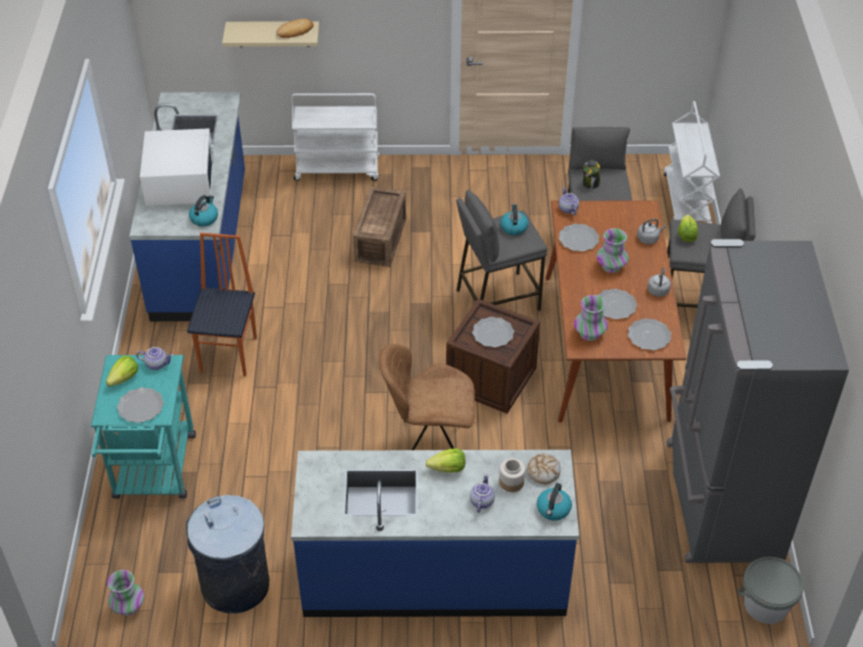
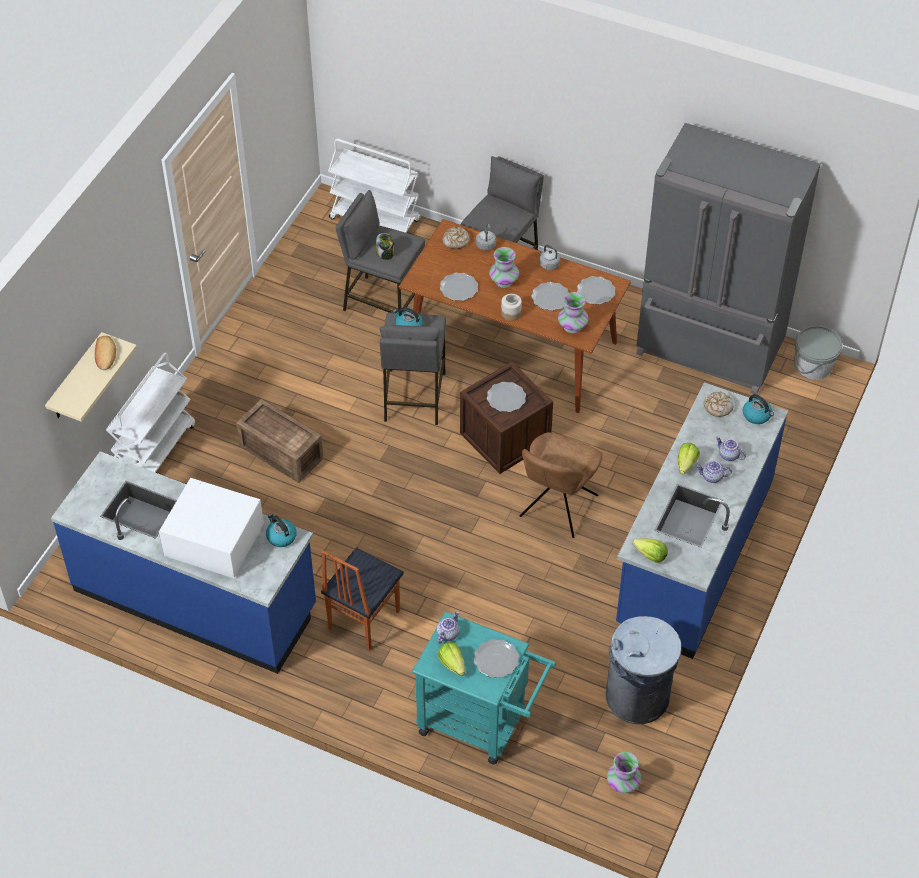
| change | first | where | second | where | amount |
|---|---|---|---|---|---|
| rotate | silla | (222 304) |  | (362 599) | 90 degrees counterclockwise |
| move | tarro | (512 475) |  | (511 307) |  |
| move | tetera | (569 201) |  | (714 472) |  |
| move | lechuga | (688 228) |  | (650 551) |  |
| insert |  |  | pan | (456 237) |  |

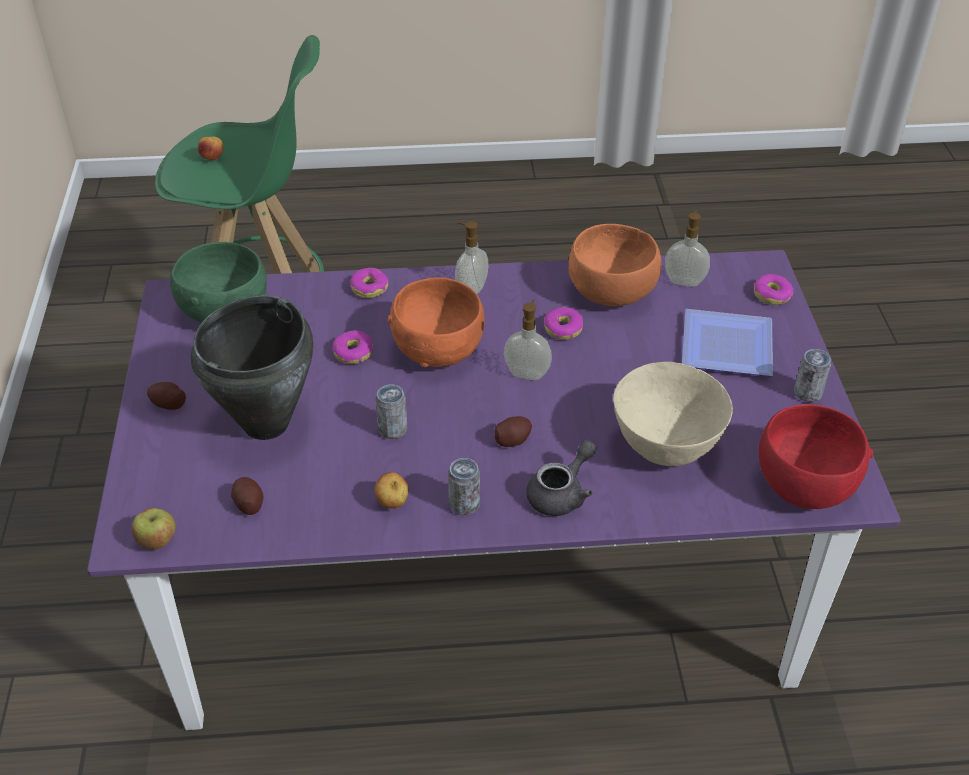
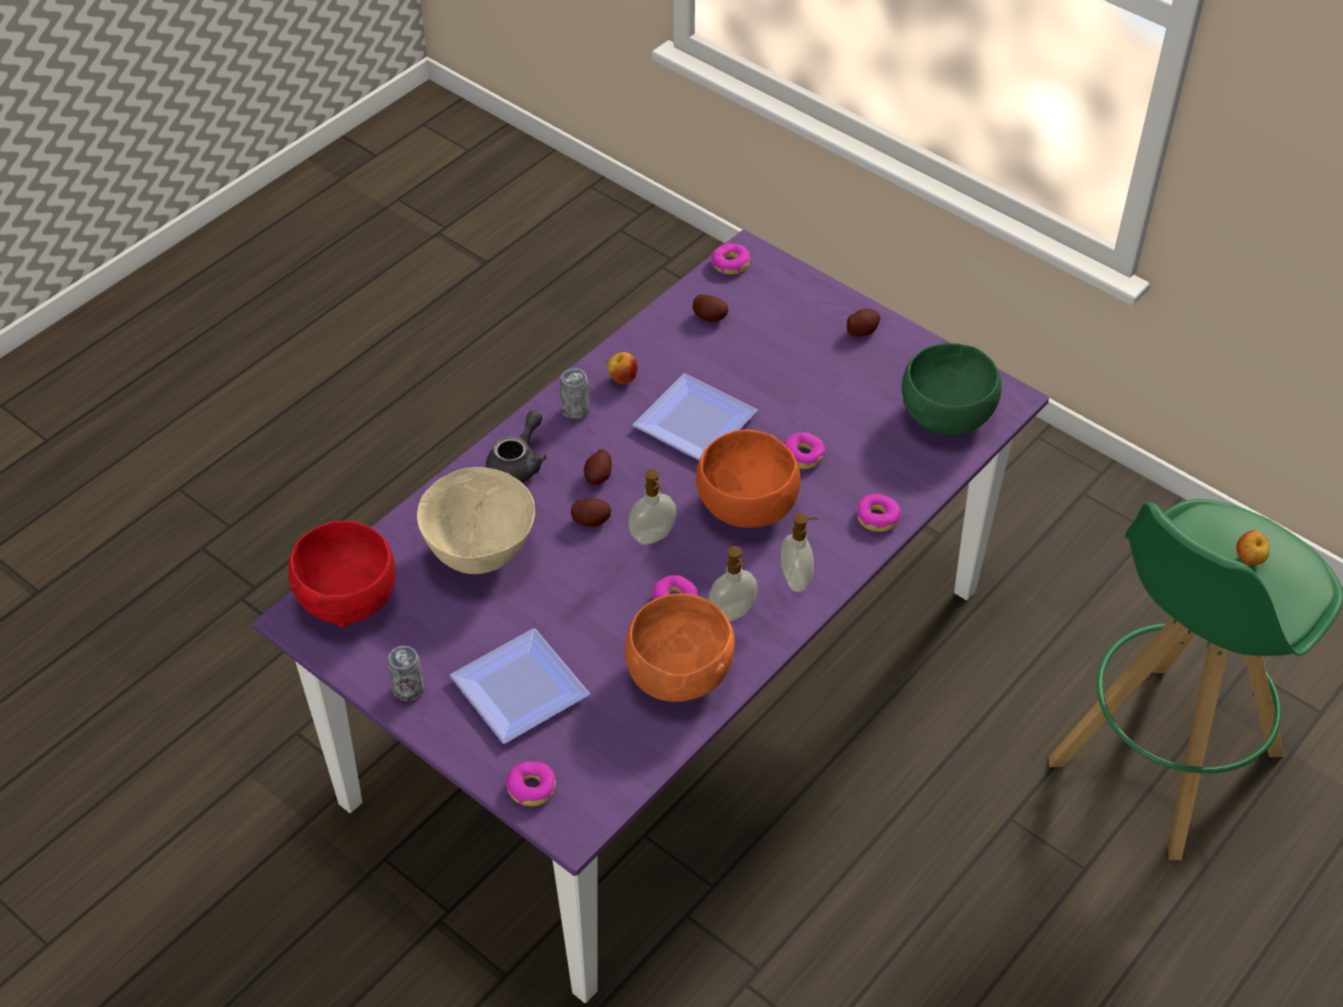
| change | first | where | second | where | amount |
|---|---|---|---|---|---|
| replace | manzana | (154 529) | rosquilla | (730 259) |  |
| delete | olla/negro | (252 367) |  |  |  |
| replace | lata | (392 411) | plato | (695 416) |  |
| rotate | tetera/gris | (561 478) |  | (516 446) | 150 degrees counterclockwise |
| move | dispensador de jabón | (687 248) |  | (733 584) |  |
| insert |  |  | patata | (591 512) |  |

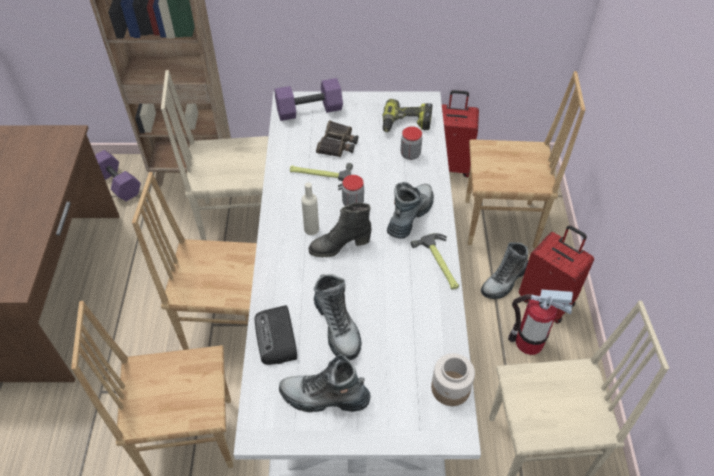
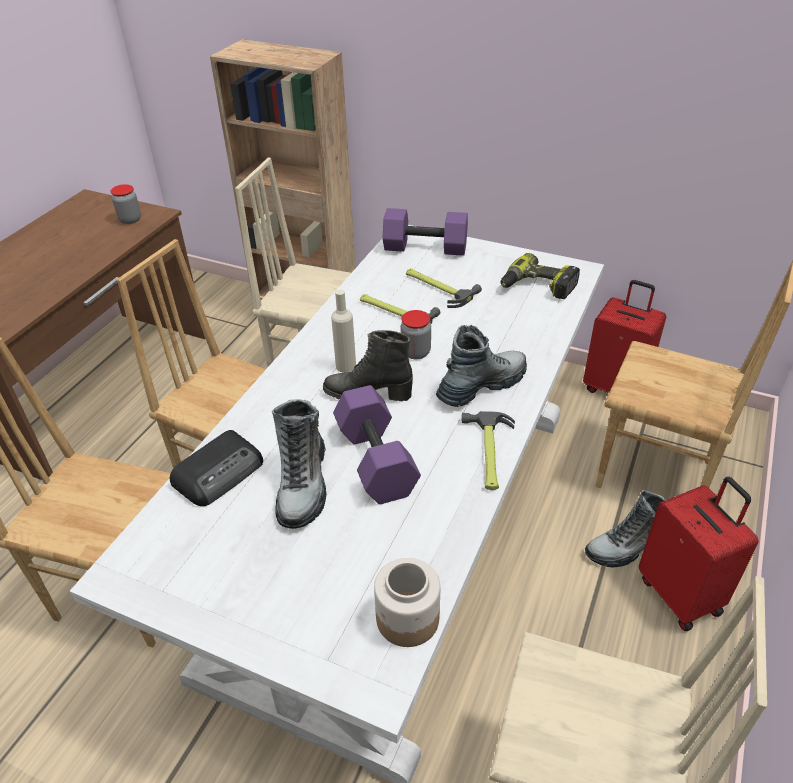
| change | first | where | second | where | amount |
|---|---|---|---|---|---|
| move | mancuerna/morado | (118 175) |  | (377 444) |  |
| rotate | radio | (275 335) |  | (216 468) | 150 degrees counterclockwise |
| delete | bota | (325 383) |  |  |  |
| replace | prismáticos | (337 138) | martillo | (444 288) |  |
| move | tarro | (411 143) |  | (125 204) |  |
| delete | extintor | (540 322) |  |  |  |

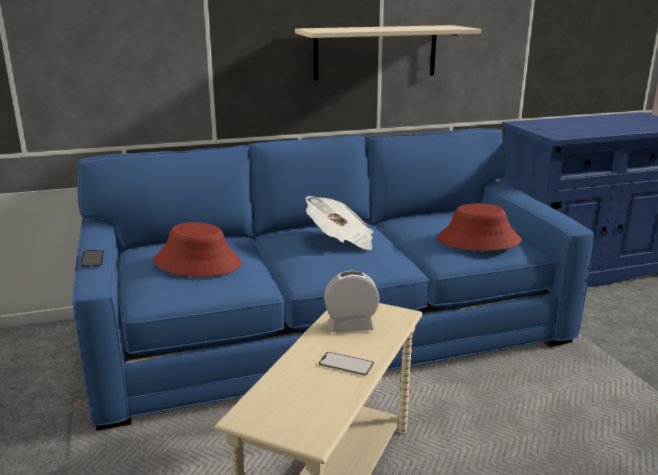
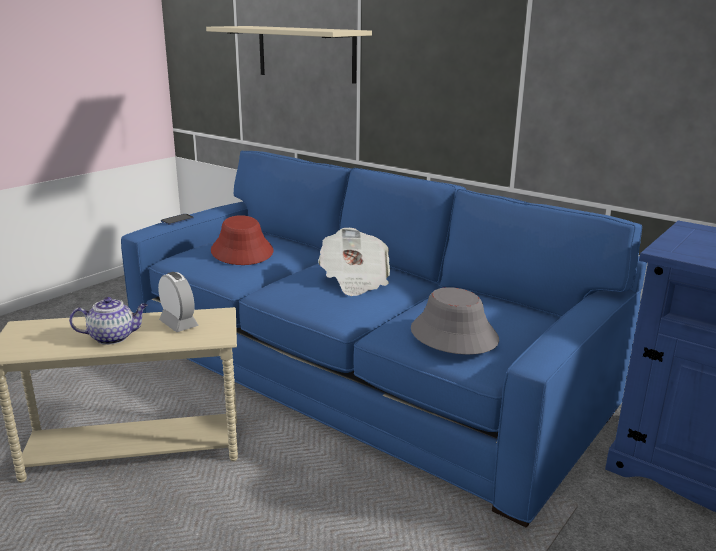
| change | first | where | second | where | amount |
|---|---|---|---|---|---|
| move | estante/beis | (388 53) |  | (289 55) |  |
| replace | móvil | (346 364) | tetera | (108 321) |  |
| recolor | sombrero/rojo | (479 227) | sombrero/gris | (455 321) |  |

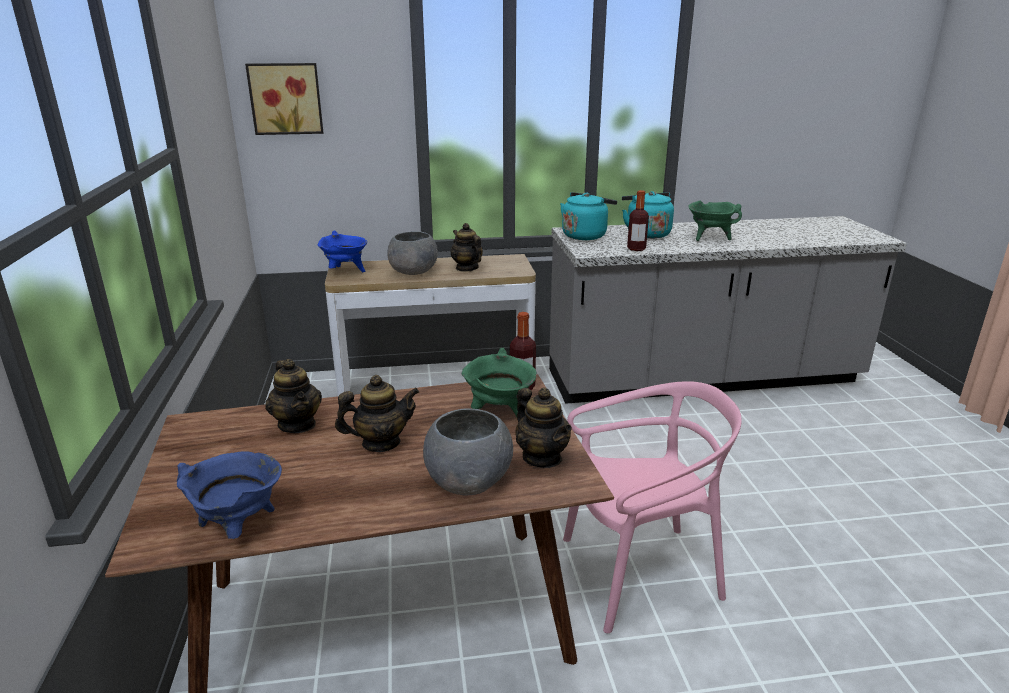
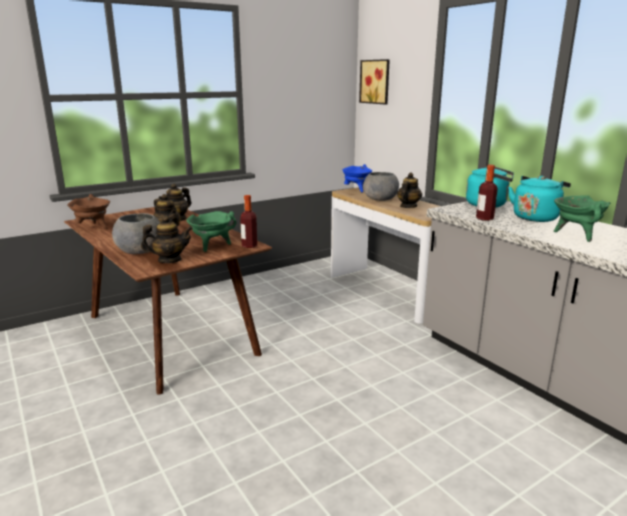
| change | first | where | second | where | amount |
|---|---|---|---|---|---|
| recolor | olla/azul | (229 495) | olla/marrón | (88 211) |  |
| rotate | tetera | (543 428) |  | (167 239) | 135 degrees counterclockwise |
| delete | silla/rosa | (652 507) |  |  |  |

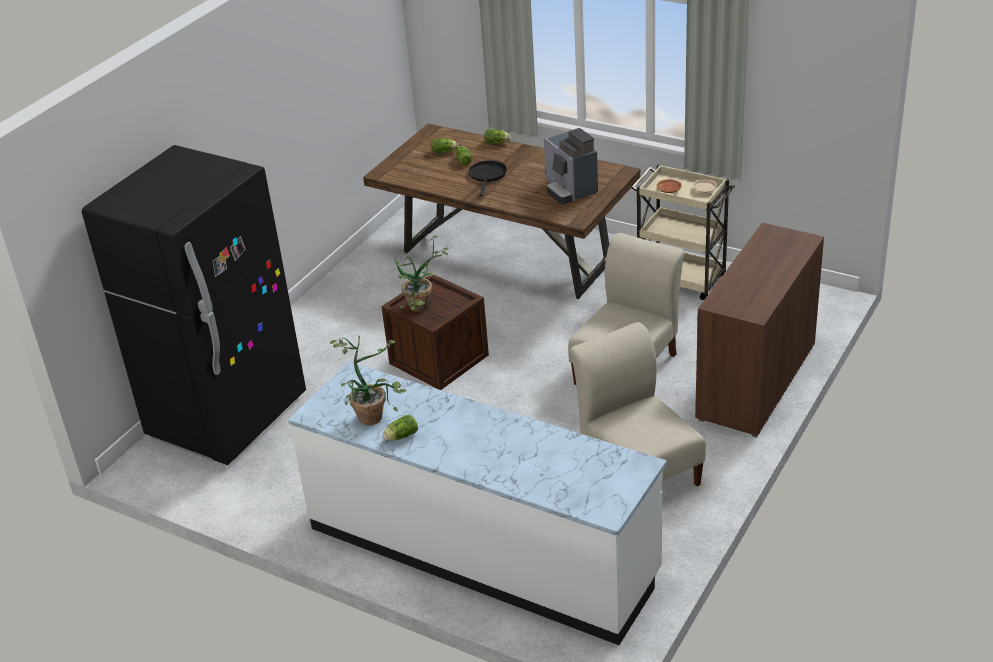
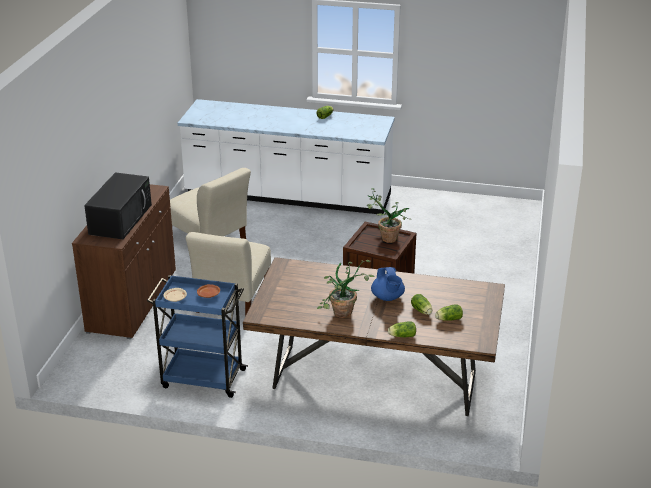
| change | first | where | second | where | amount |
|---|---|---|---|---|---|
| delete | nevera/negro | (194 305) |  |  |  |
| move | planta en maceta | (368 380) |  | (345 289) |  |
| replace | sartén/negro | (487 178) | tetera/azul | (388 284) |  |
| delete | cafetera | (571 166) |  |  |  |
| recolor | carrito/beis | (683 232) | carrito/azul | (197 336) |  |
| insert |  |  | microondas/negro | (118 205) |  |

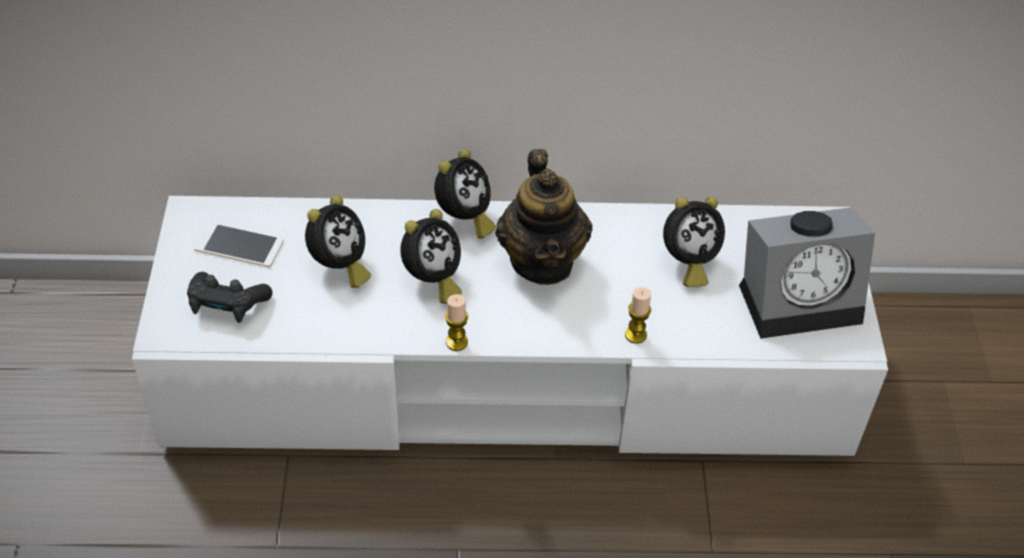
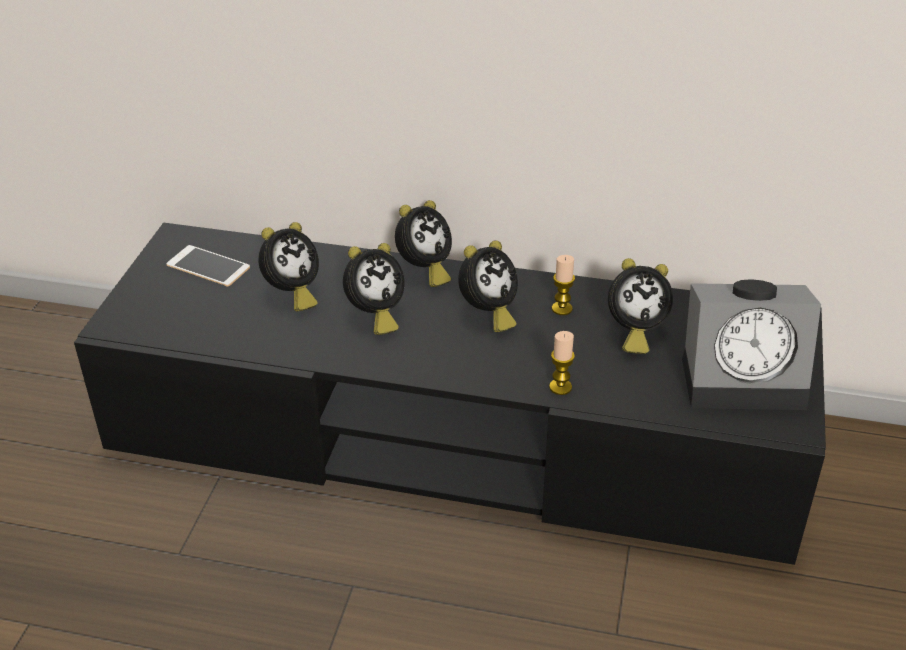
| change | first | where | second | where | amount |
|---|---|---|---|---|---|
| recolor | mueble de televisión/blanco | (510 326) | mueble de televisión/negro | (450 394) |  |
| delete | mando de consola/negro | (229 297) |  |  |  |
| move | vela | (456 322) |  | (563 285) |  |
| replace | tetera | (543 217) | despertador | (488 286) |  |

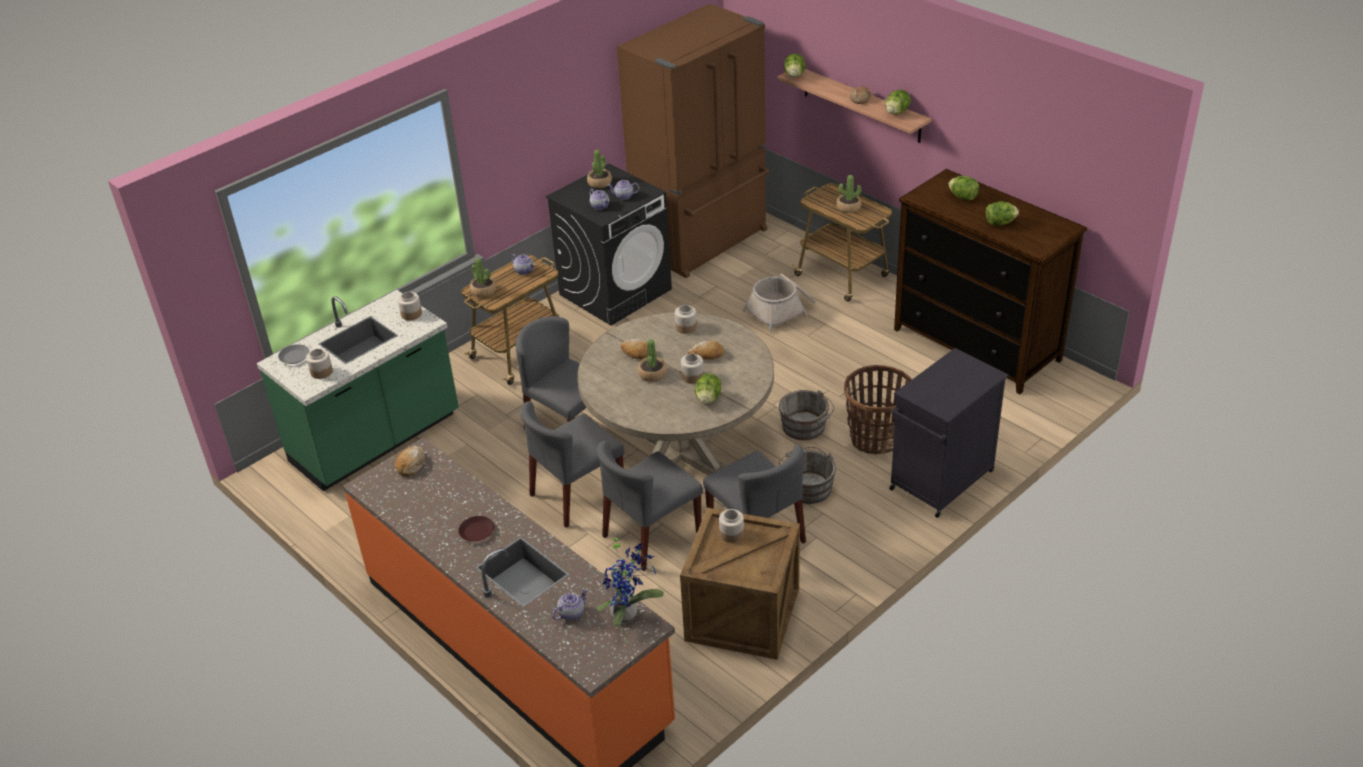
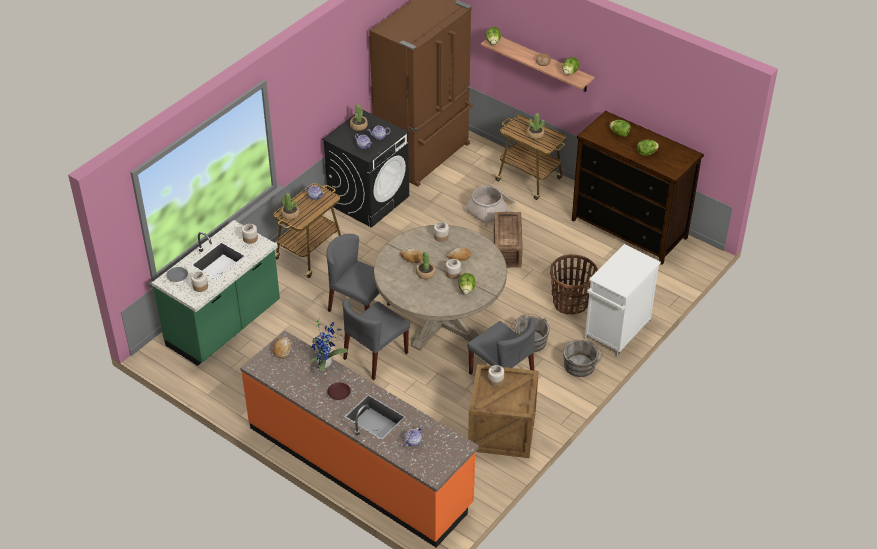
| change | first | where | second | where | amount |
|---|---|---|---|---|---|
| delete | silla/gris | (650 505) |  |  |  |
| move | planta en maceta | (630 580) |  | (328 345) |  |
| move | cubo/gris | (806 415) |  | (583 358) |  |
| recolor | armario/negro | (949 433) | armario/blanco | (622 300) |  |
| insert |  |  | caja de embalaje | (508 240) |  |

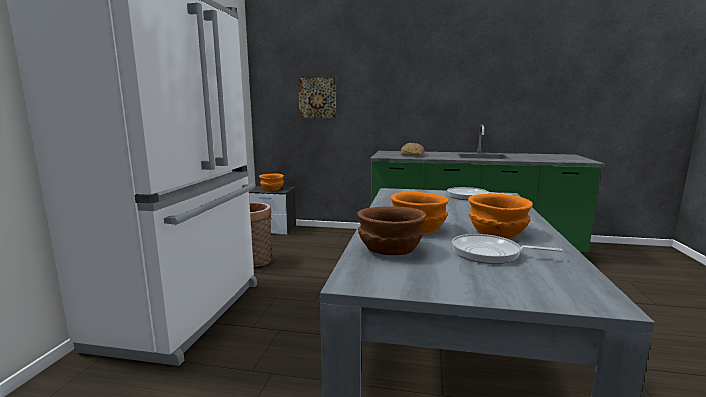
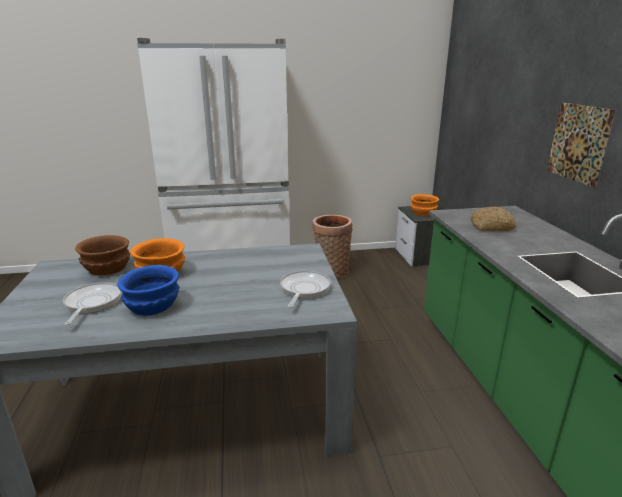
| change | first | where | second | where | amount |
|---|---|---|---|---|---|
| move | cuadro | (317 98) |  | (581 145) |  |
| recolor | cuenco/naranja | (500 216) | cuenco/azul | (148 290) |  |

